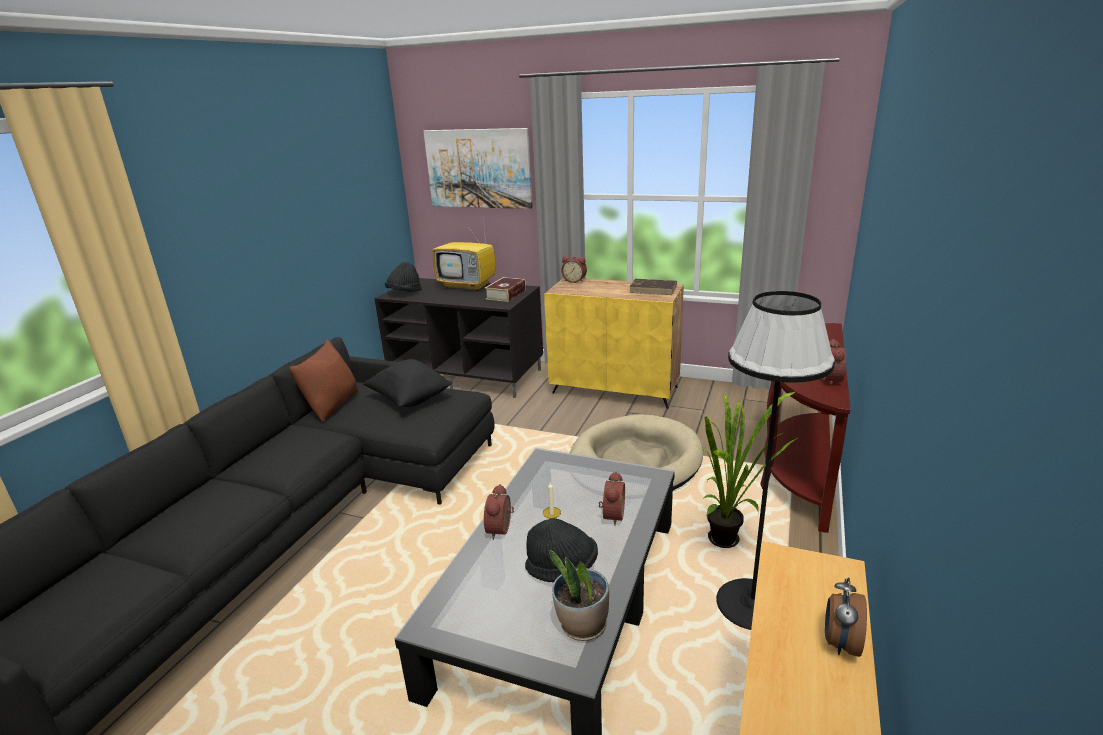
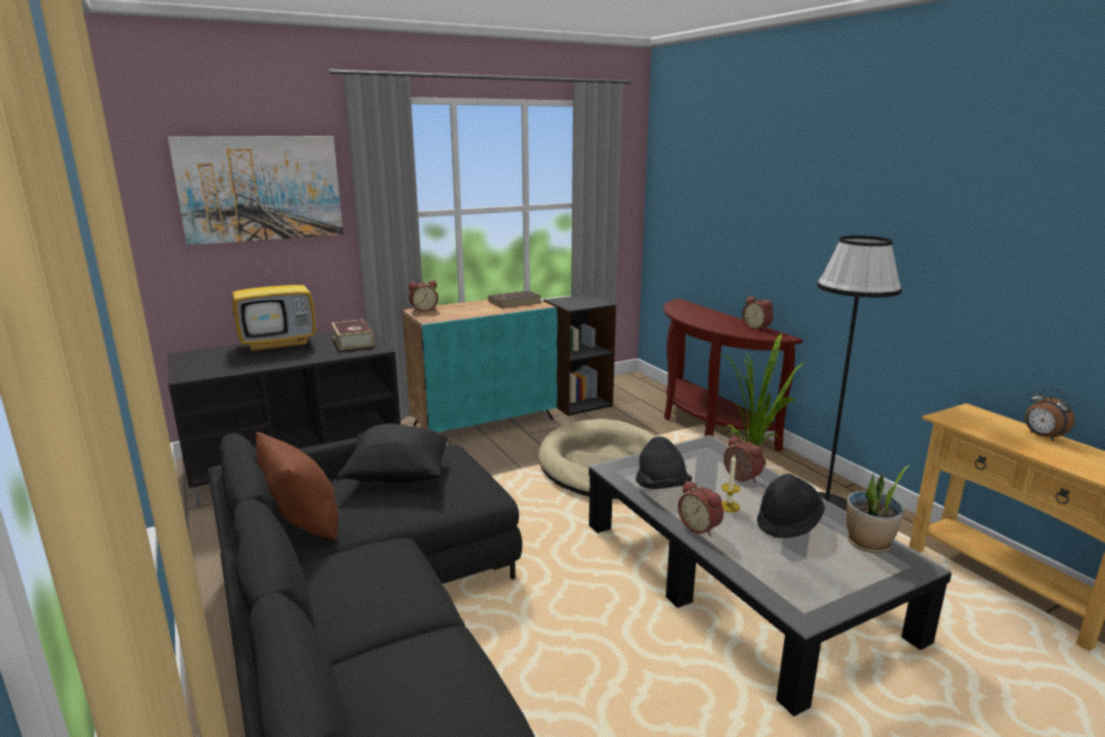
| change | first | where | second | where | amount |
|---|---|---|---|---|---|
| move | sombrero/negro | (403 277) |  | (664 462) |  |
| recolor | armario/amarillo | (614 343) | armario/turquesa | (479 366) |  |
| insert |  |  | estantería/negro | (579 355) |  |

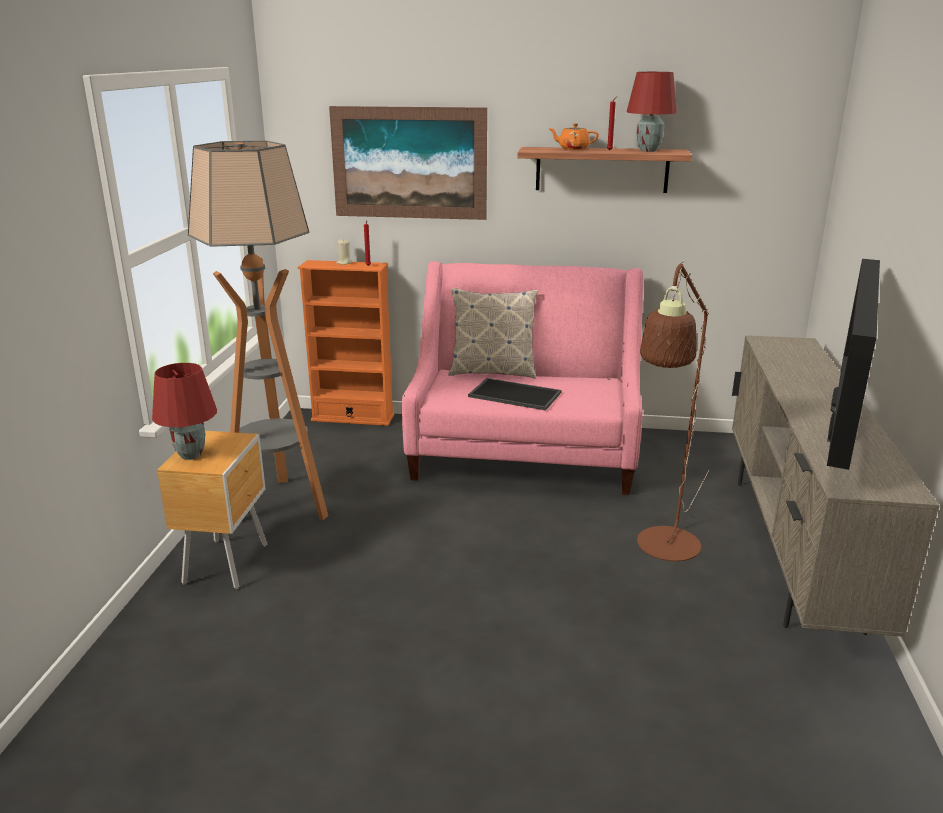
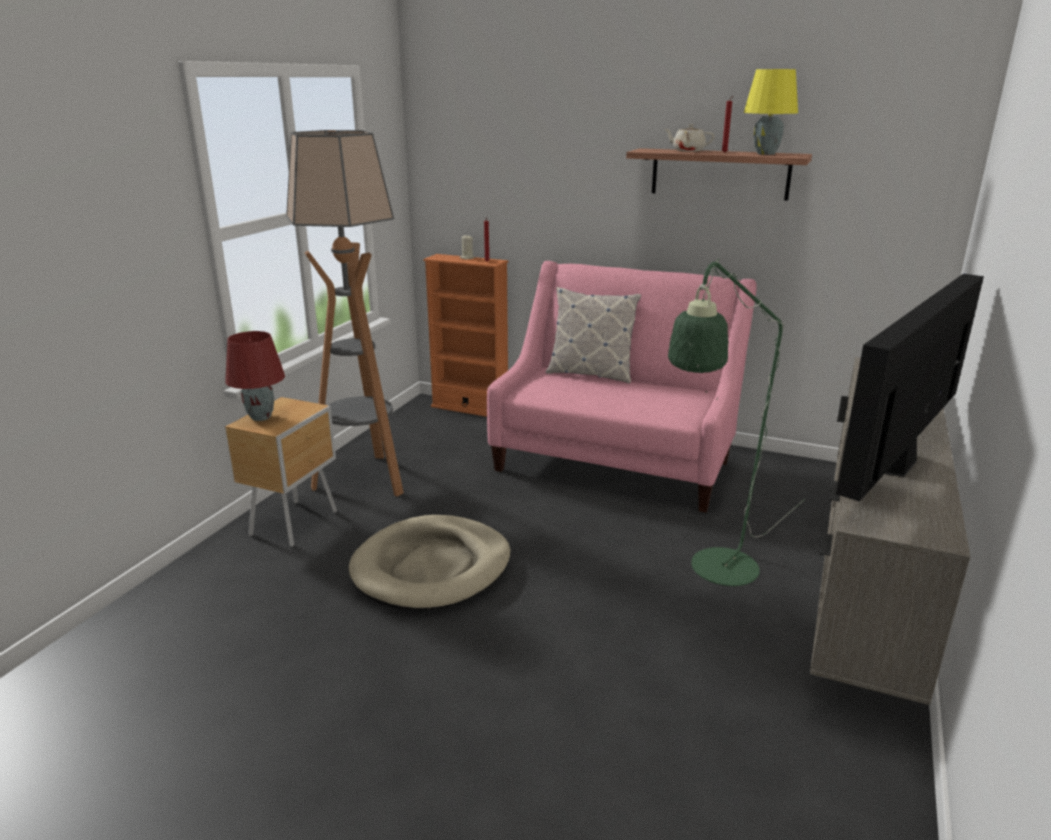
| change | first | where | second | where | amount |
|---|---|---|---|---|---|
| delete | cuadro | (408 163) |  |  |  |
| delete | bandeja | (514 394) |  |  |  |
| recolor | tetera/naranja | (573 136) | tetera/beis | (689 138) |  |
| recolor | lámpara de mesa/rojo | (652 112) | lámpara de mesa/amarillo | (771 112) |  |
| recolor | lámpara de pie/marrón | (673 410) | lámpara de pie/verde | (736 422) |  |
| insert |  |  | cama para perro/beis | (430 563) |  |

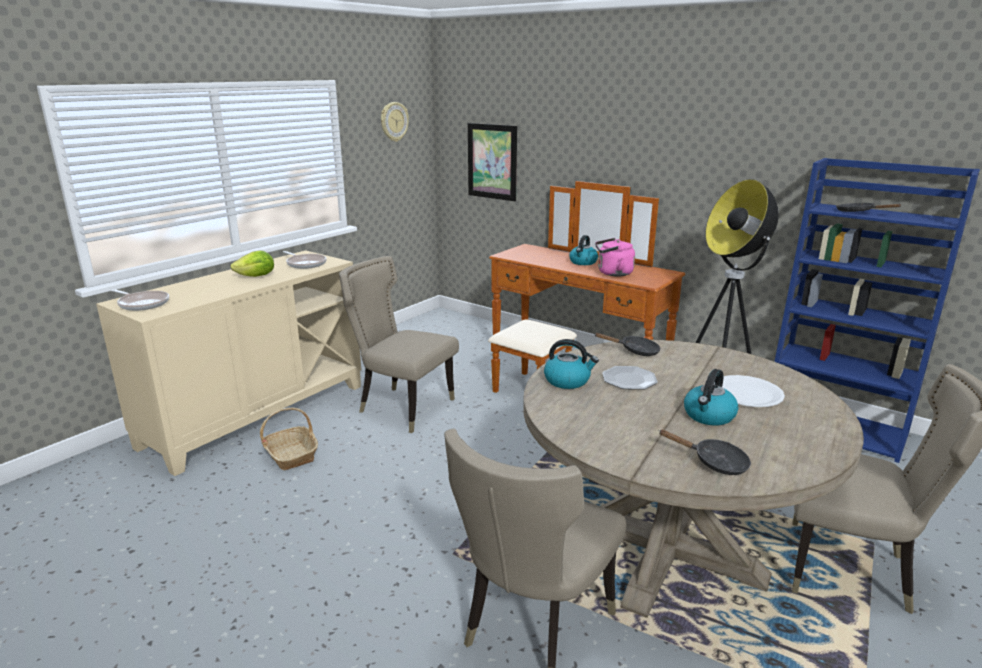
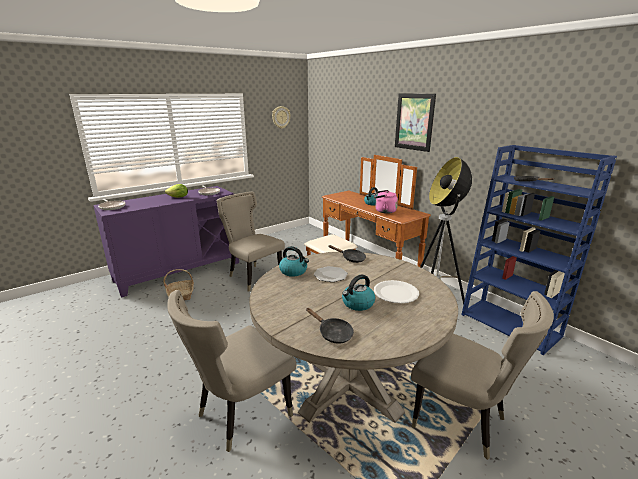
| change | first | where | second | where | amount |
|---|---|---|---|---|---|
| recolor | armario/beis | (228 363) | armario/morado | (166 242) |  |
| move | cuadro | (492 162) |  | (415 123) |  |

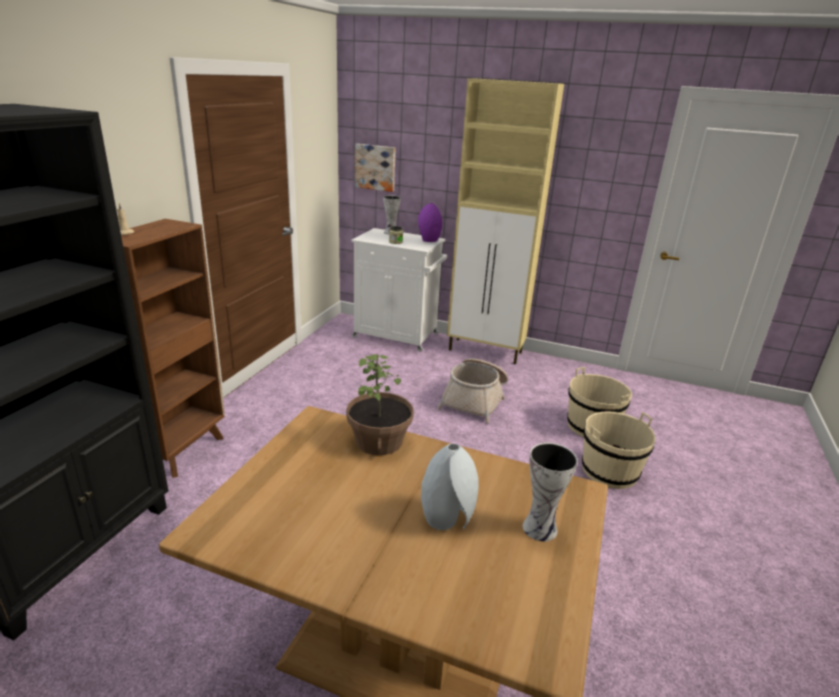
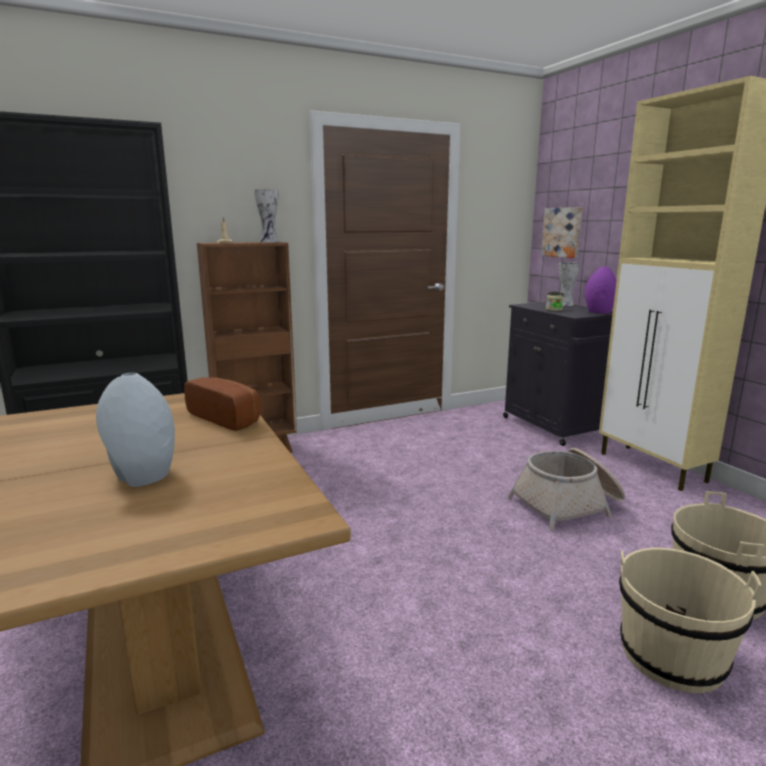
| change | first | where | second | where | amount |
|---|---|---|---|---|---|
| replace | planta en maceta | (380 404) | pan | (222 404) |  |
| recolor | armario/blanco | (399 290) | armario/negro | (558 374) |  |
| move | florero | (550 492) |  | (266 216) |  |

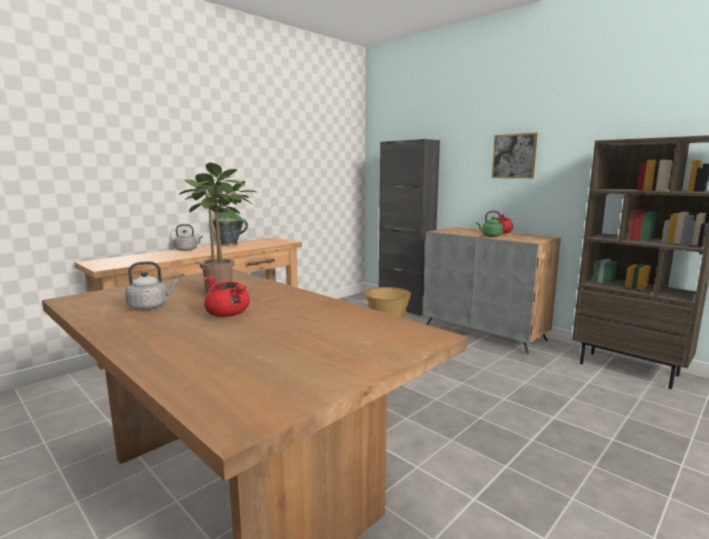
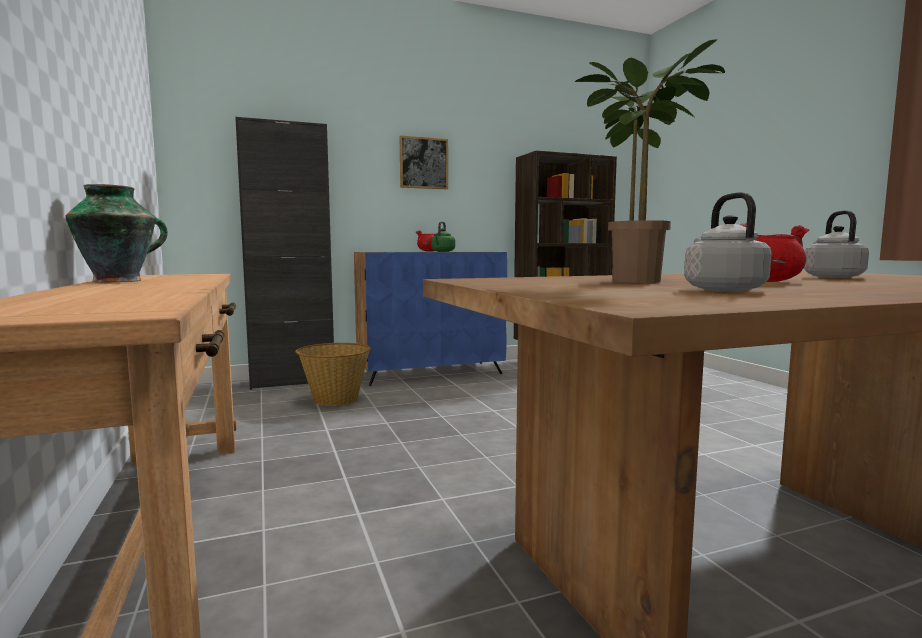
| change | first | where | second | where | amount |
|---|---|---|---|---|---|
| move | hervidor/gris | (188 237) |  | (836 244) |  |
| recolor | armario/gris | (492 290) | armario/azul | (430 319) |  |

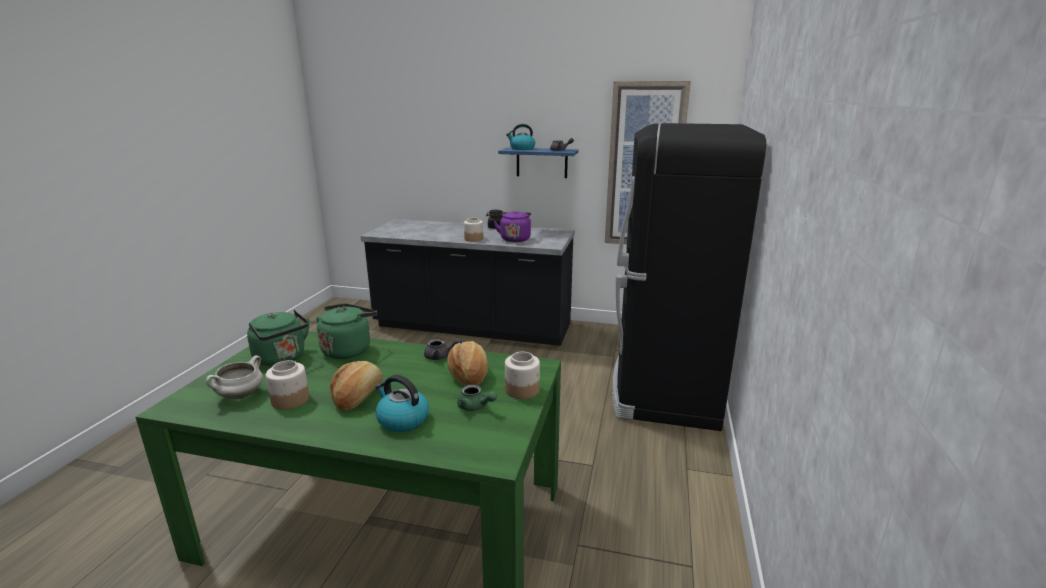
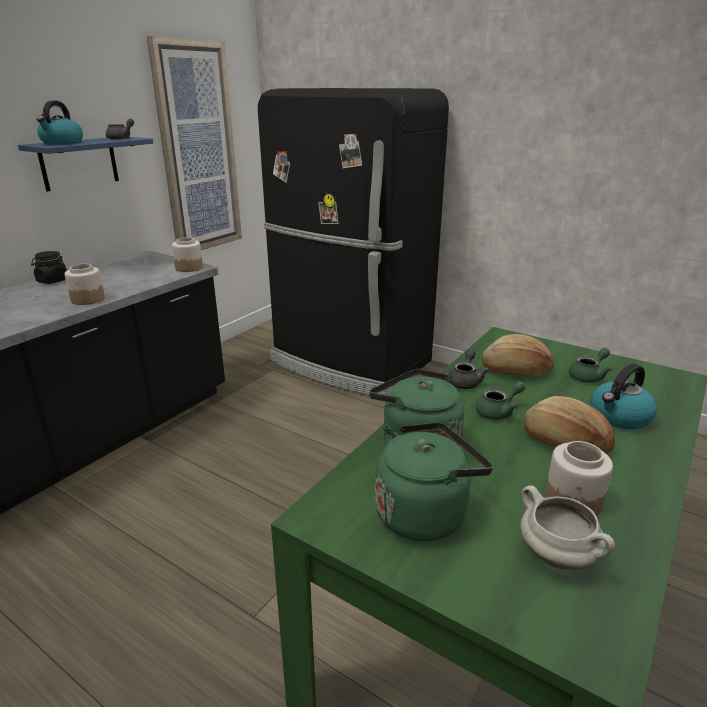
| change | first | where | second | where | amount |
|---|---|---|---|---|---|
| delete | hervidor/morado | (512 226) |  |  |  |
| move | tarro | (522 375) |  | (187 254) |  |
| insert |  |  | tetera/verde | (501 400) |  |

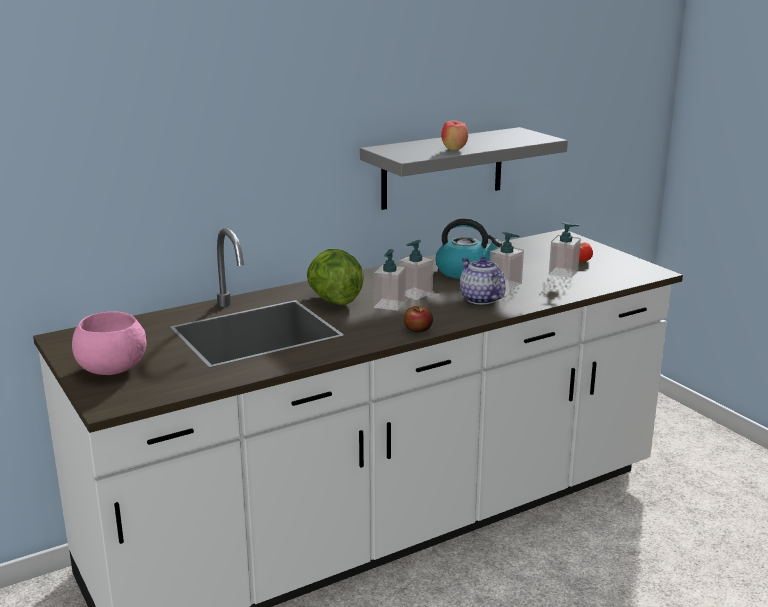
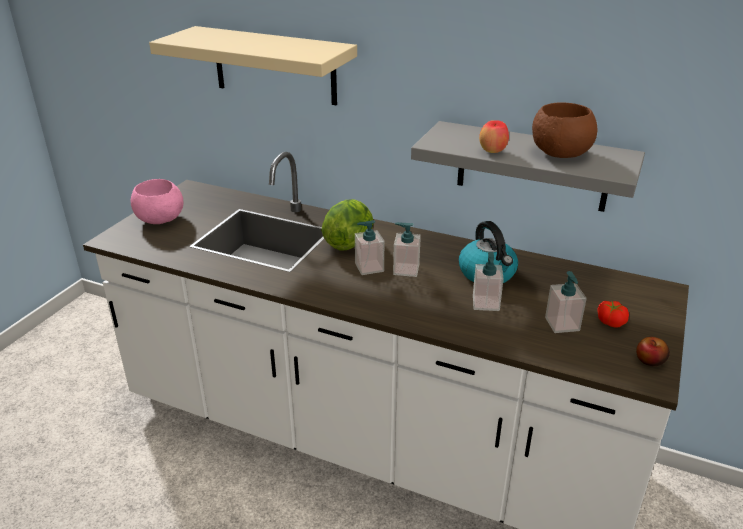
| change | first | where | second | where | amount |
|---|---|---|---|---|---|
| move | manzana | (418 319) |  | (653 351) |  |
| delete | tetera | (483 280) |  |  |  |
| insert |  |  | estante/beis | (253 65) |  |
| insert |  |  | cuenco/marrón | (564 130) |  |

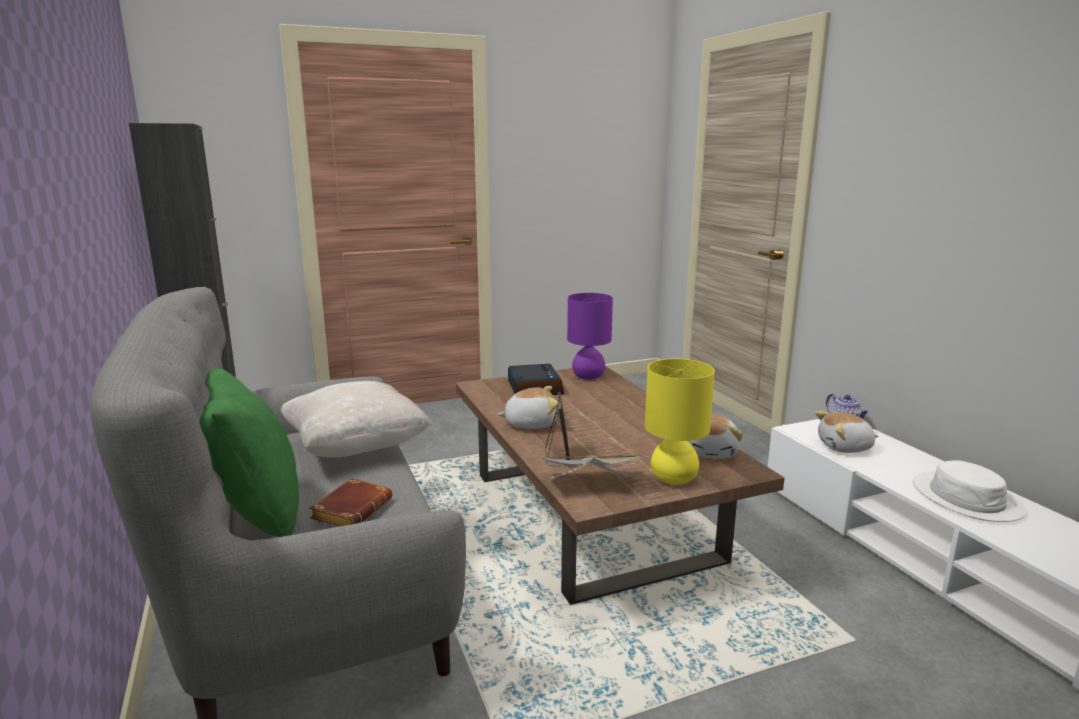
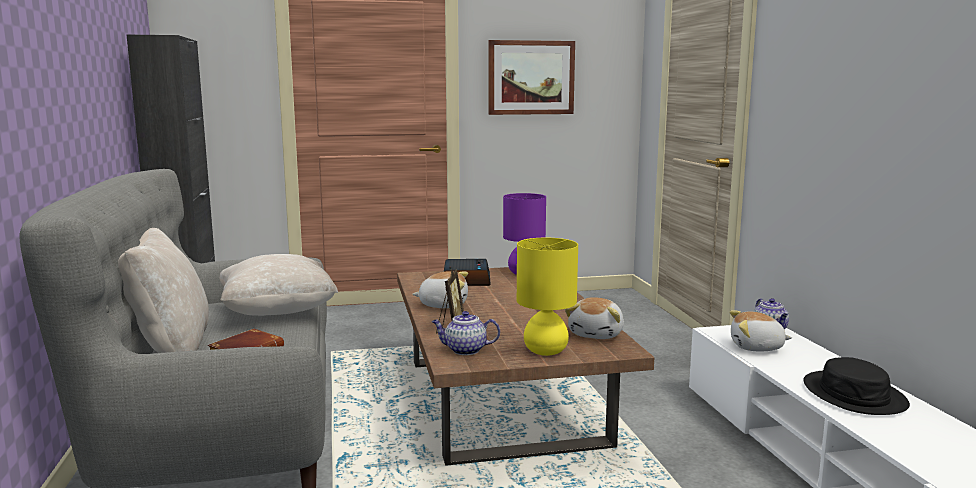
| change | first | where | second | where | amount |
|---|---|---|---|---|---|
| recolor | cojín/verde | (249 452) | cojín/beis | (163 290) |  |
| replace | libro | (592 467) | tetera | (466 333) |  |
| recolor | sombrero/blanco | (970 491) | sombrero/negro | (857 386) |  |
| insert |  |  | cuadro | (531 77) |  |

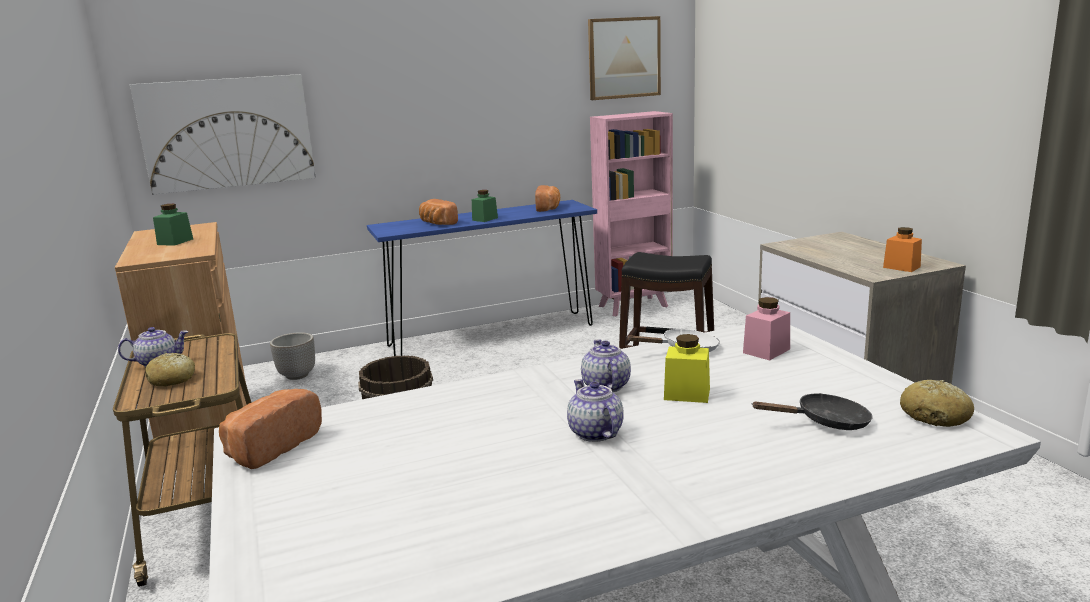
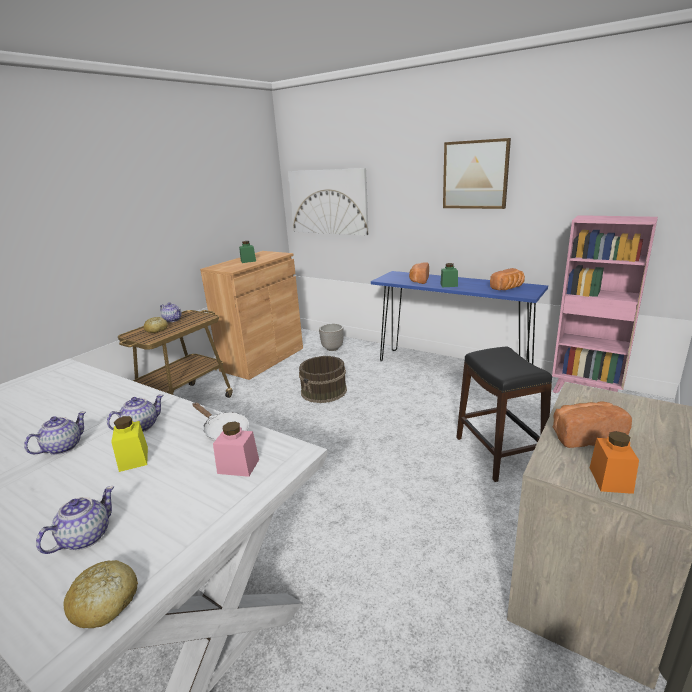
| change | first | where | second | where | amount |
|---|---|---|---|---|---|
| move | pan | (270 429) |  | (592 424) |  |
| move | cuadro | (624 58) |  | (477 173) |  |
| replace | sartén/negro | (812 411) | tetera | (75 520) |  |

